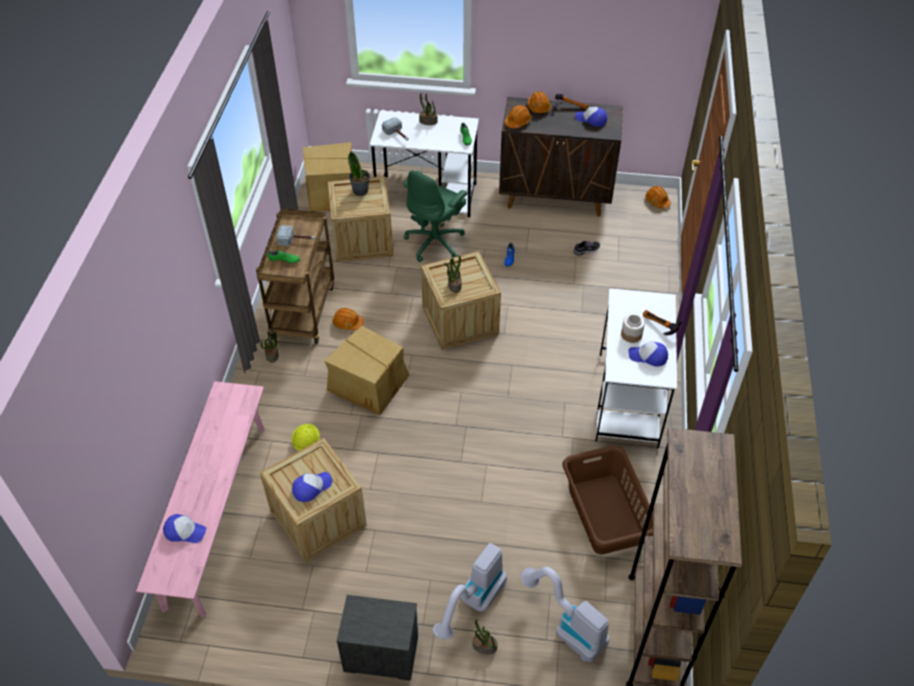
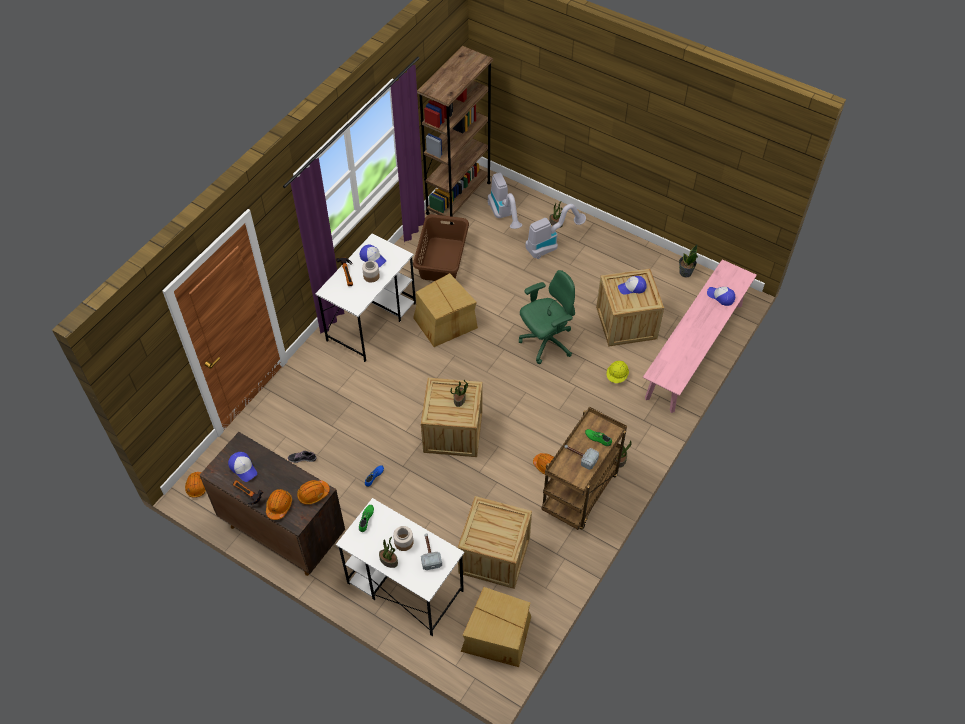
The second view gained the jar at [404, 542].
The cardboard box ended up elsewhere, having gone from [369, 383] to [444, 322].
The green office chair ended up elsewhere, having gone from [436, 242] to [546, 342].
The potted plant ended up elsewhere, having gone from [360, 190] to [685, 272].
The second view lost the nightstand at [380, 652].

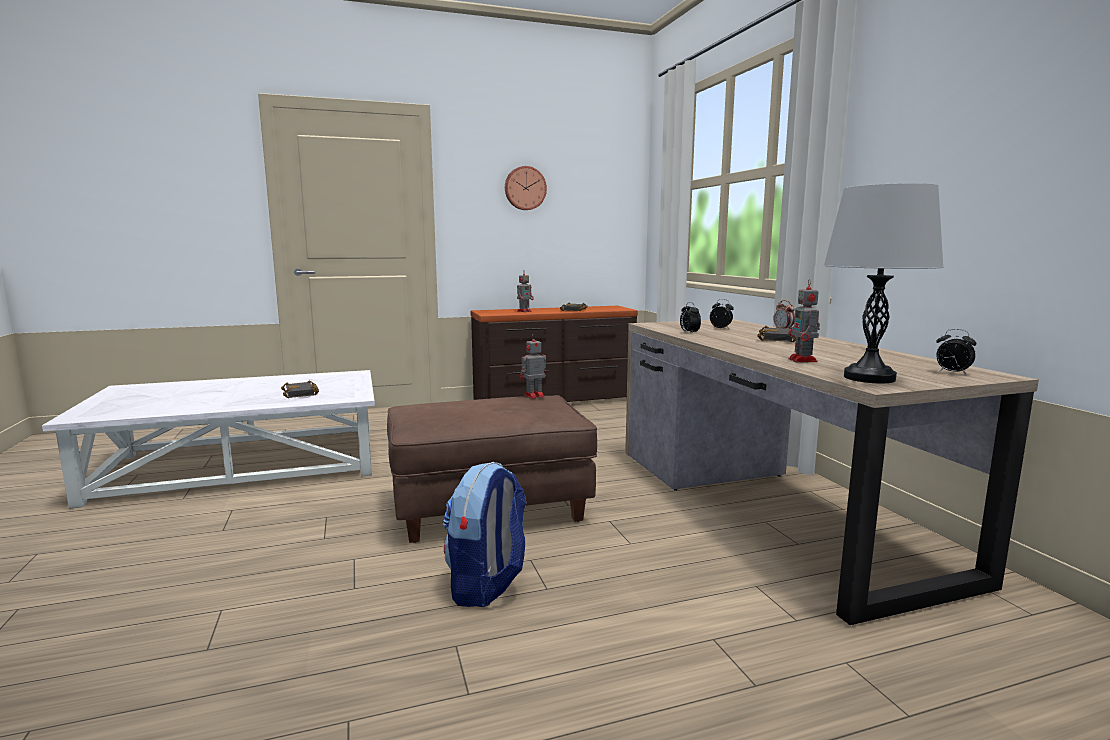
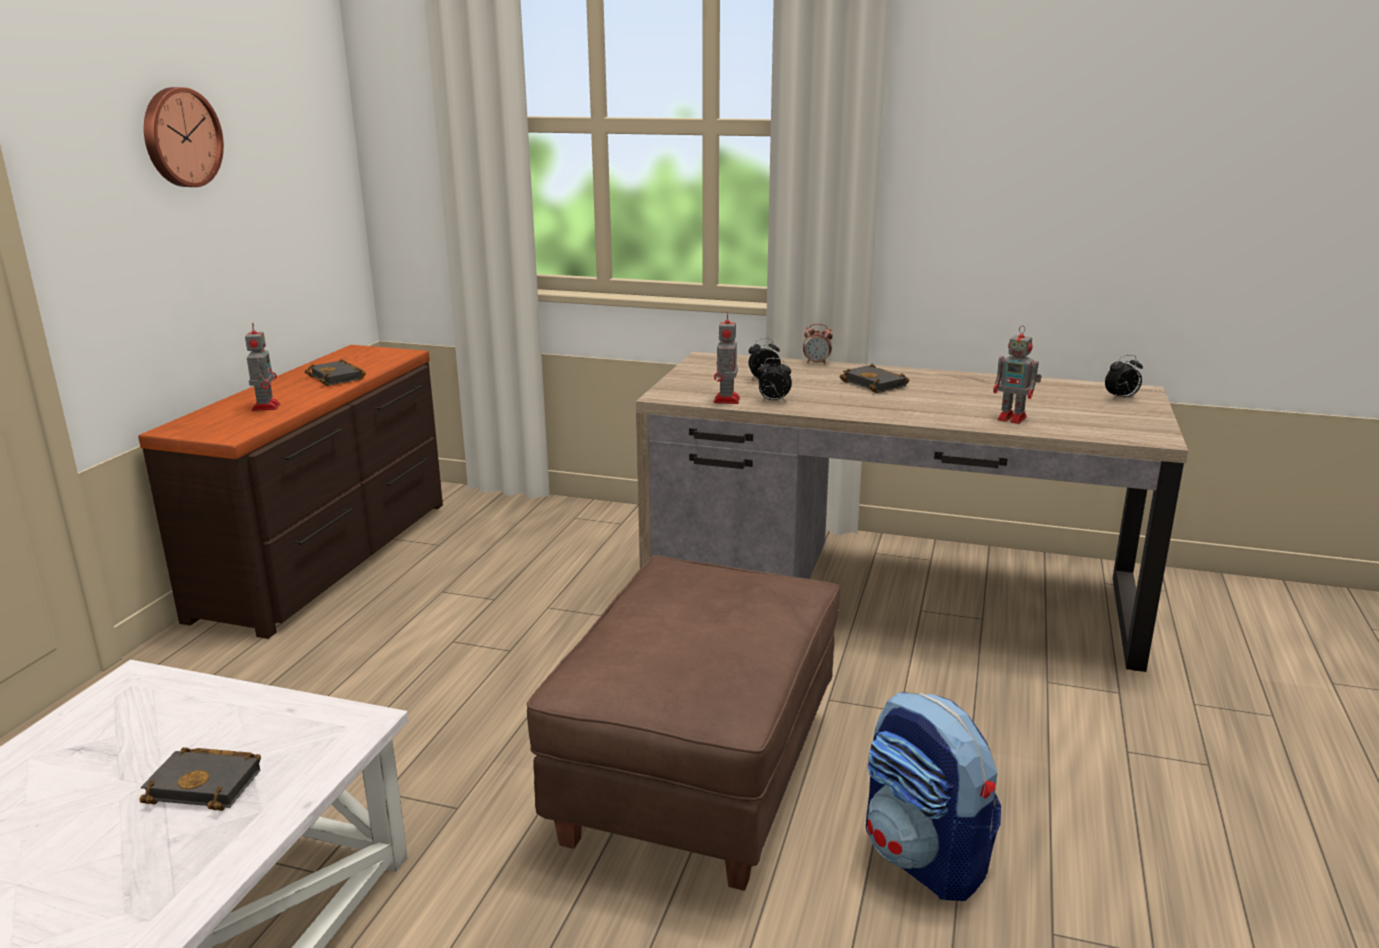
The toy robot ended up elsewhere, having gone from [533, 396] to [726, 400].
The second view lost the grey table lamp at [869, 378].

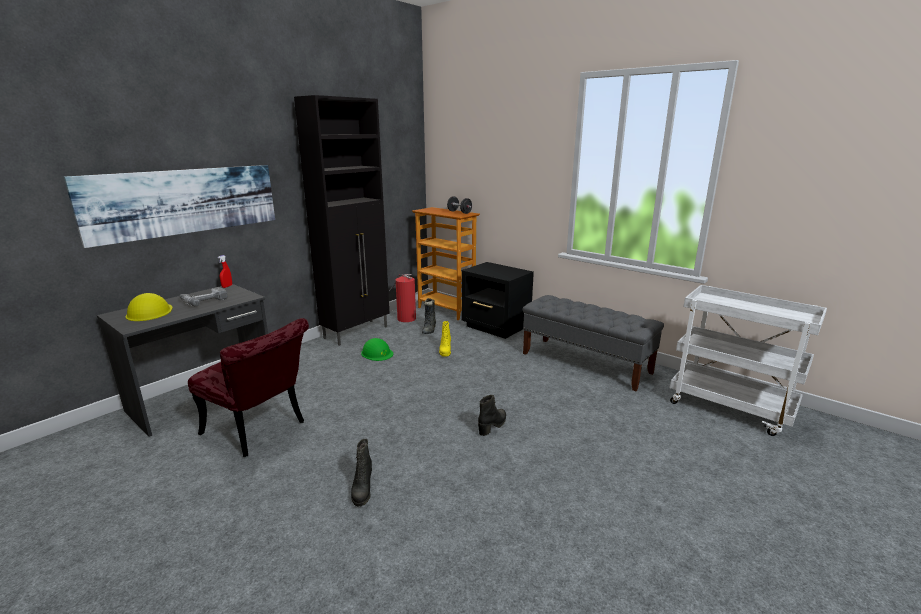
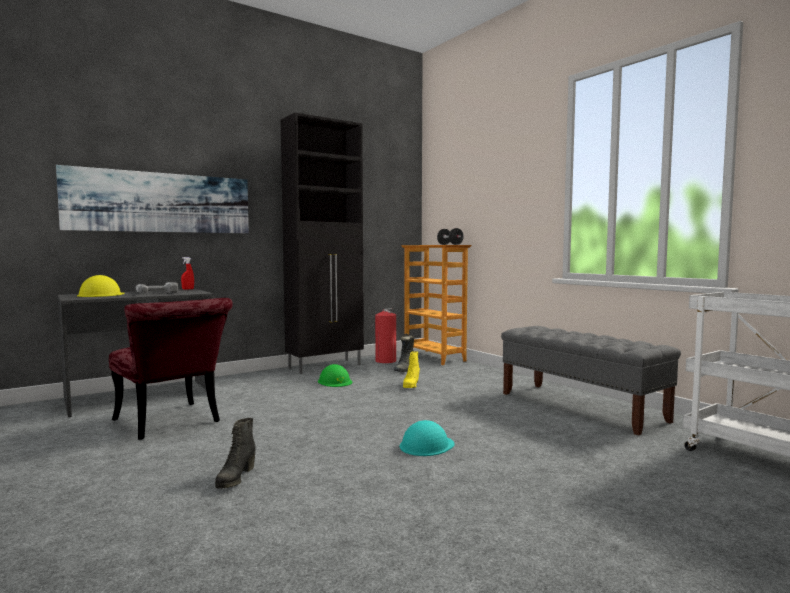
Where the black boot stood at [493, 425], the turquoise hard hat came to stand at [426, 445].
The second view lost the black nightstand at [496, 327].

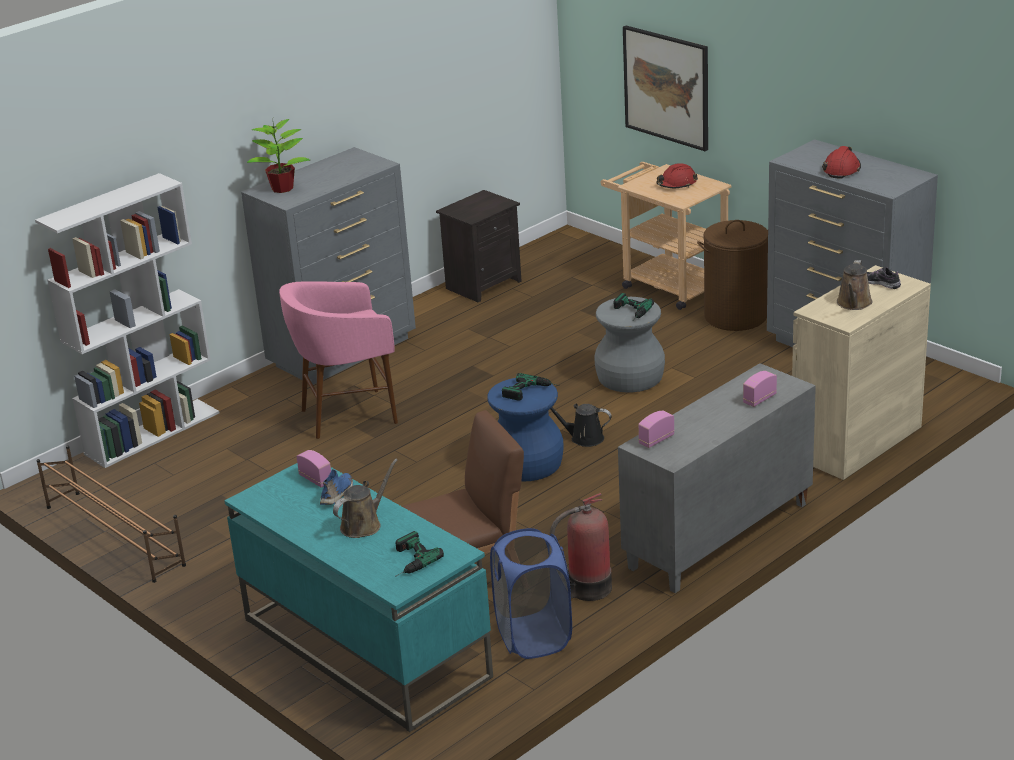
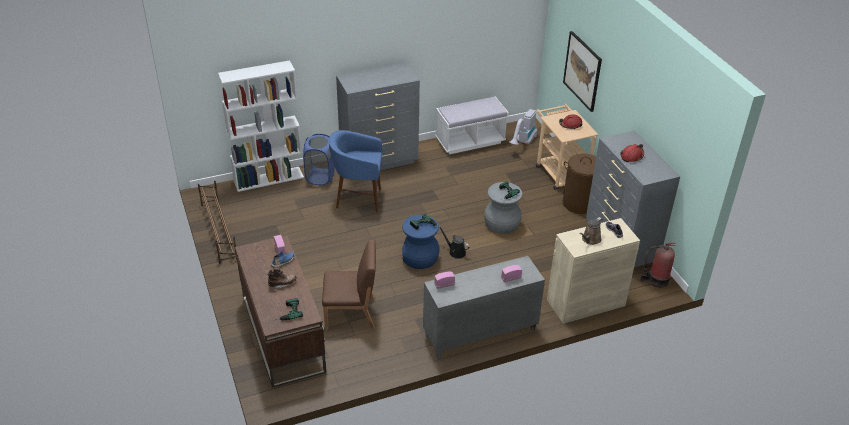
What was the turquoise desk at [365, 648] turned into the brown desk at [283, 334].
Where the brown watering can stood at [363, 524], the brown boot came to stand at [282, 284].
The blue laundry basket ended up elsewhere, having gone from [533, 636] to [320, 177].
What was the pink stool at [348, 415] turned into the blue stool at [358, 199].
Where the black nightstand stood at [483, 284], the white bench came to stand at [470, 141].
The second view gained the vacuum cleaner at [523, 142].
The fire extinguisher ended up elsewhere, having gone from [586, 589] to [656, 280].
The second view lost the potted plant at [283, 188].

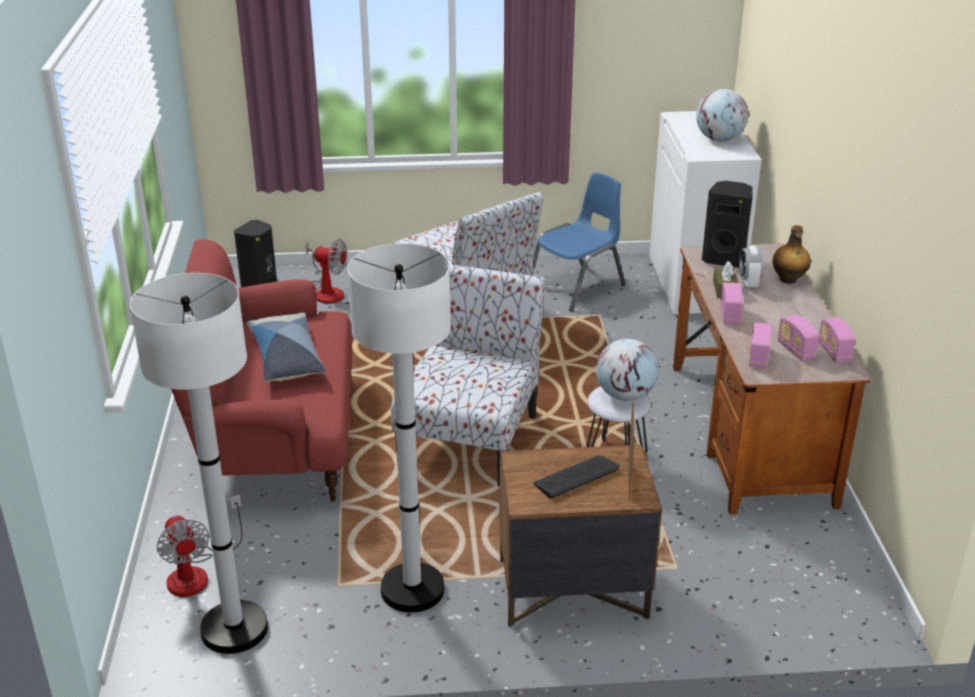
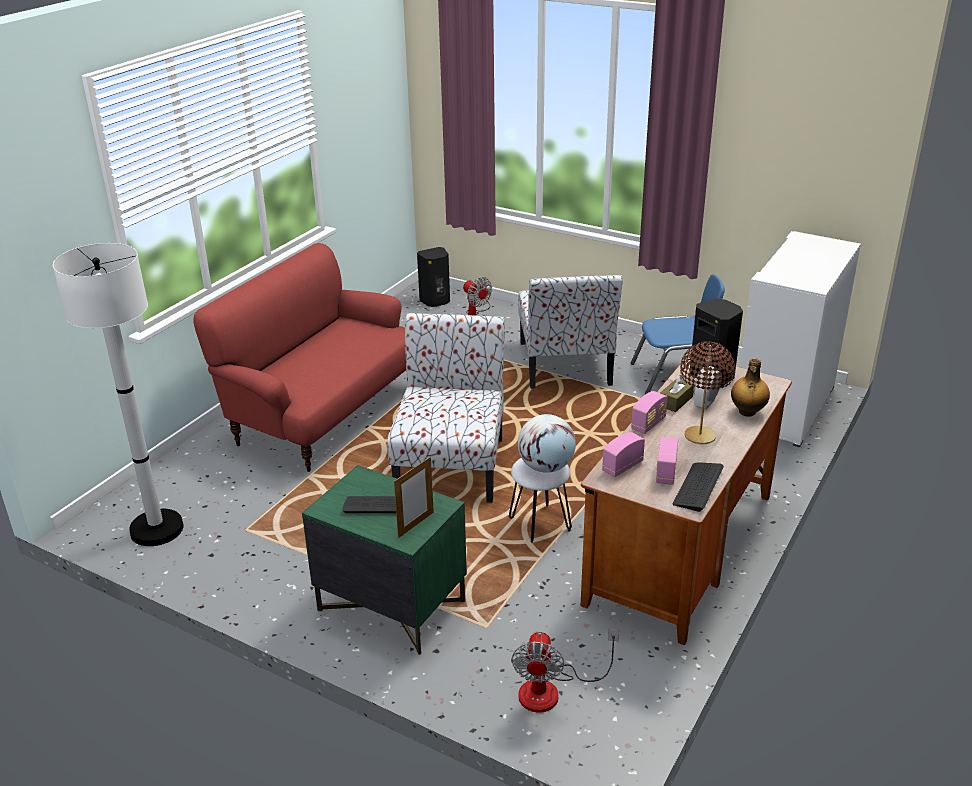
What was the brown nightstand at [571, 590] turned into the green nightstand at [390, 606].
The chair at [471, 438] ended up facing another way, 45 degrees counterclockwise from before.
The fan ended up elsewhere, having gone from [197, 572] to [551, 690].
Where the radio stood at [833, 352], the keyboard came to stand at [698, 487].
The second view gained the brown table lamp at [700, 436].
The second view lost the pillow at [286, 358].
The second view lost the white floor lamp at [412, 589].
The second view lost the globe at [719, 139].

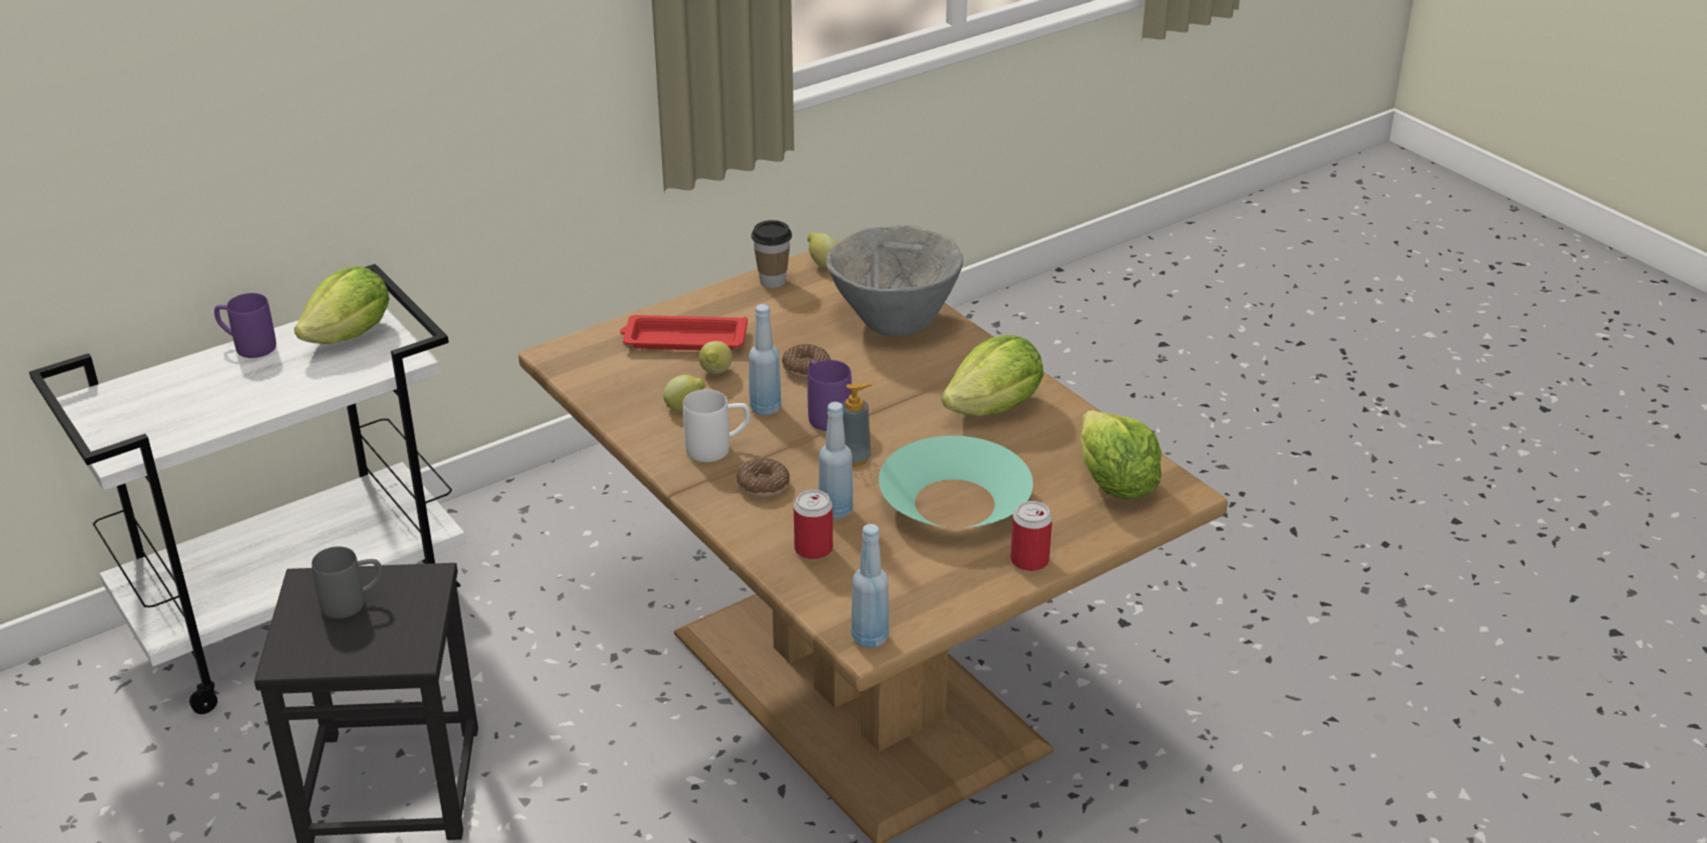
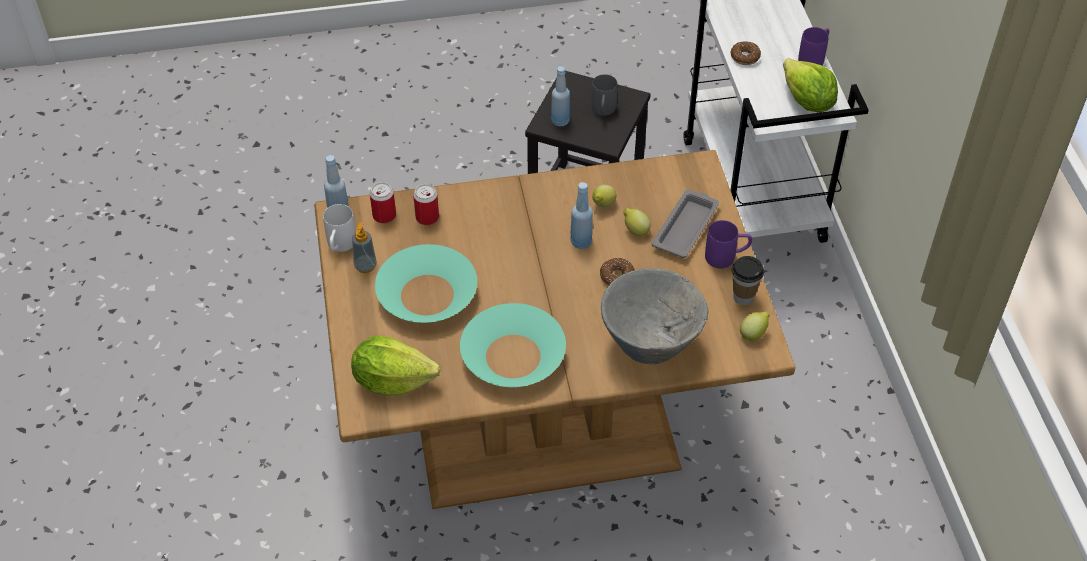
The white mug ended up elsewhere, having gone from [718, 448] to [340, 246].
The soap dispenser ended up elsewhere, having gone from [854, 458] to [365, 266].
The can ended up elsewhere, having gone from [1029, 561] to [384, 215].
Where the lettuce stood at [995, 408], the turquoise bowl came to stand at [512, 356].
The blue bottle ended up elsewhere, having gone from [836, 511] to [560, 121].
What was the red tray at [683, 340] turned into the grey tray at [686, 227].
The purple mug ended up elsewhere, having gone from [825, 414] to [726, 257].
The donut ended up elsewhere, having gone from [763, 485] to [745, 57].

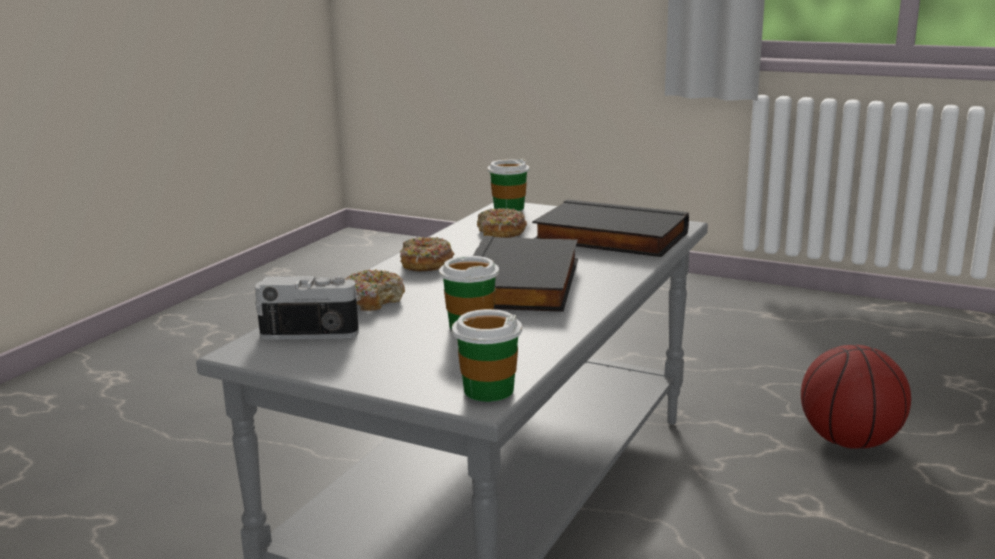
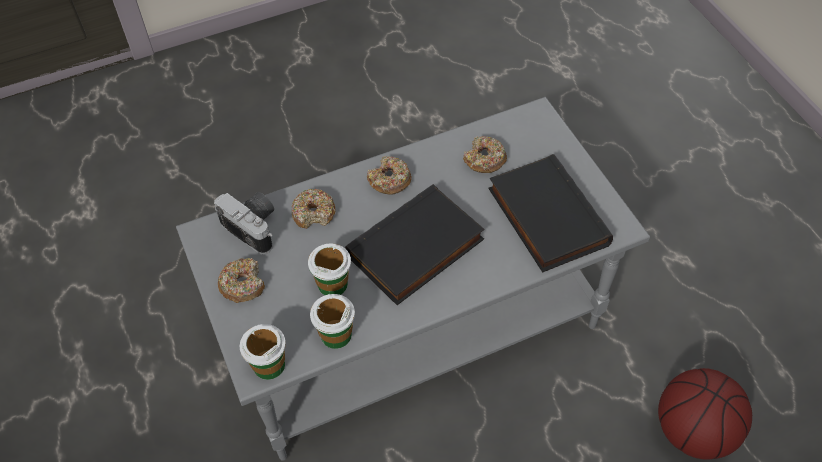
The second view gained the donut at [243, 284].
The cup ended up elsewhere, having gone from [508, 208] to [336, 334].

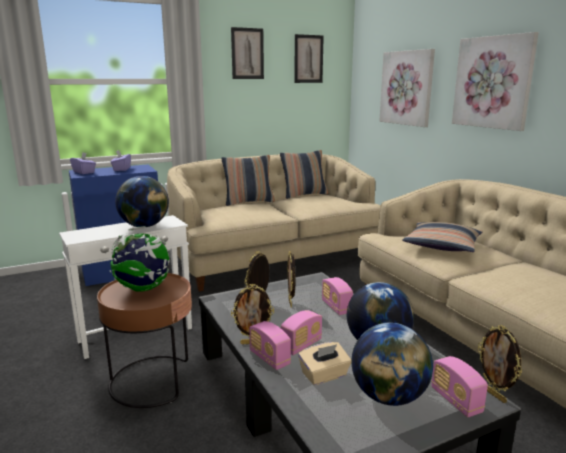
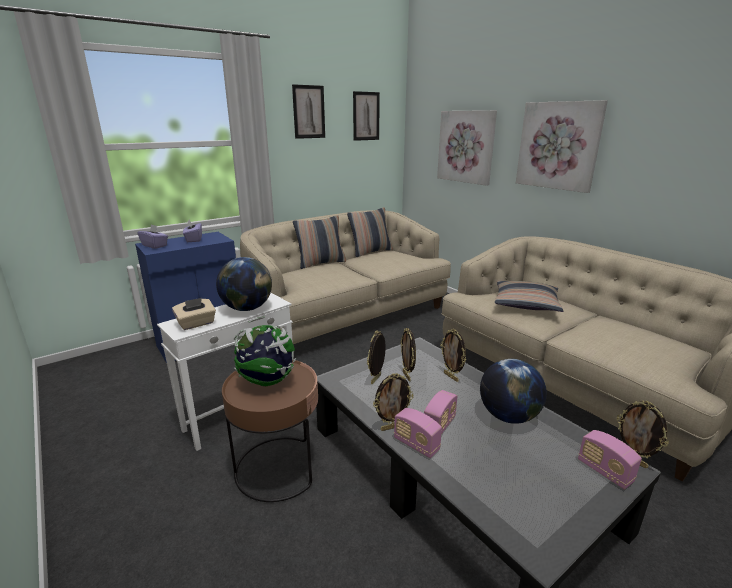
The beige tissue box ended up elsewhere, having gone from [324, 375] to [196, 324].
Where the radio stood at [336, 307], the picture frame came to stand at [451, 377].
The second view lost the globe at [388, 397].

